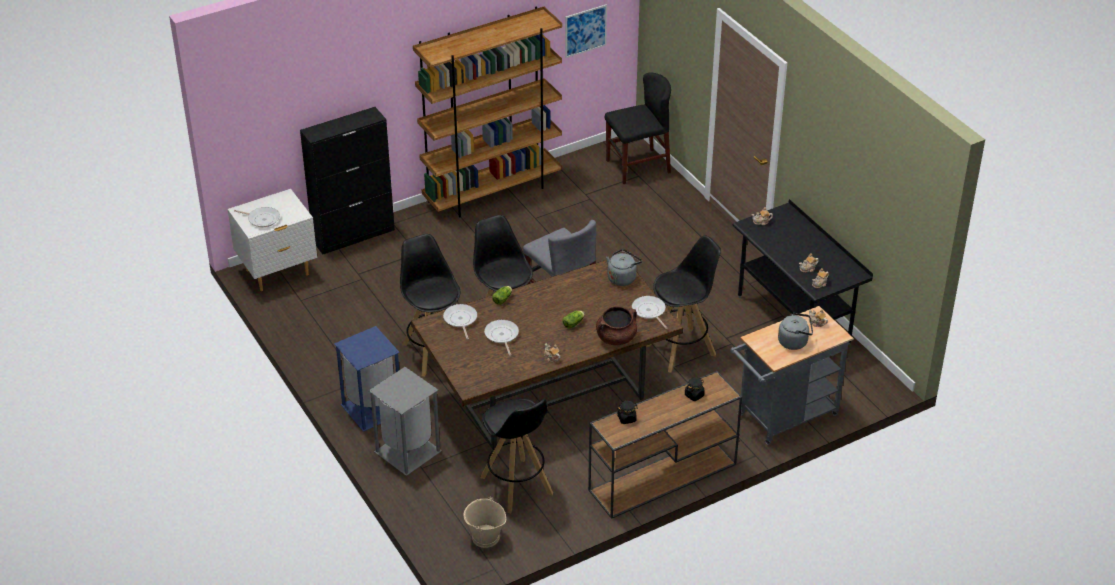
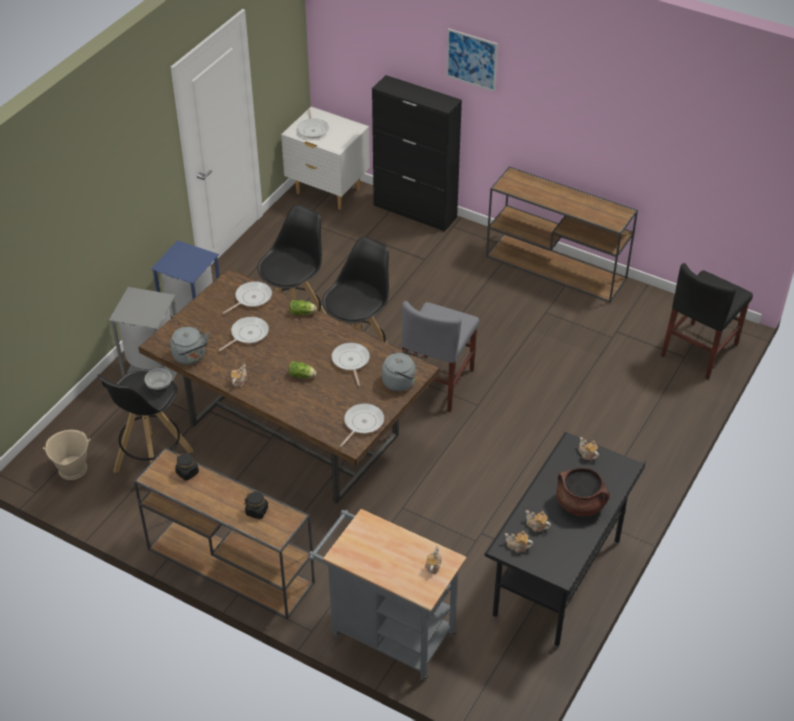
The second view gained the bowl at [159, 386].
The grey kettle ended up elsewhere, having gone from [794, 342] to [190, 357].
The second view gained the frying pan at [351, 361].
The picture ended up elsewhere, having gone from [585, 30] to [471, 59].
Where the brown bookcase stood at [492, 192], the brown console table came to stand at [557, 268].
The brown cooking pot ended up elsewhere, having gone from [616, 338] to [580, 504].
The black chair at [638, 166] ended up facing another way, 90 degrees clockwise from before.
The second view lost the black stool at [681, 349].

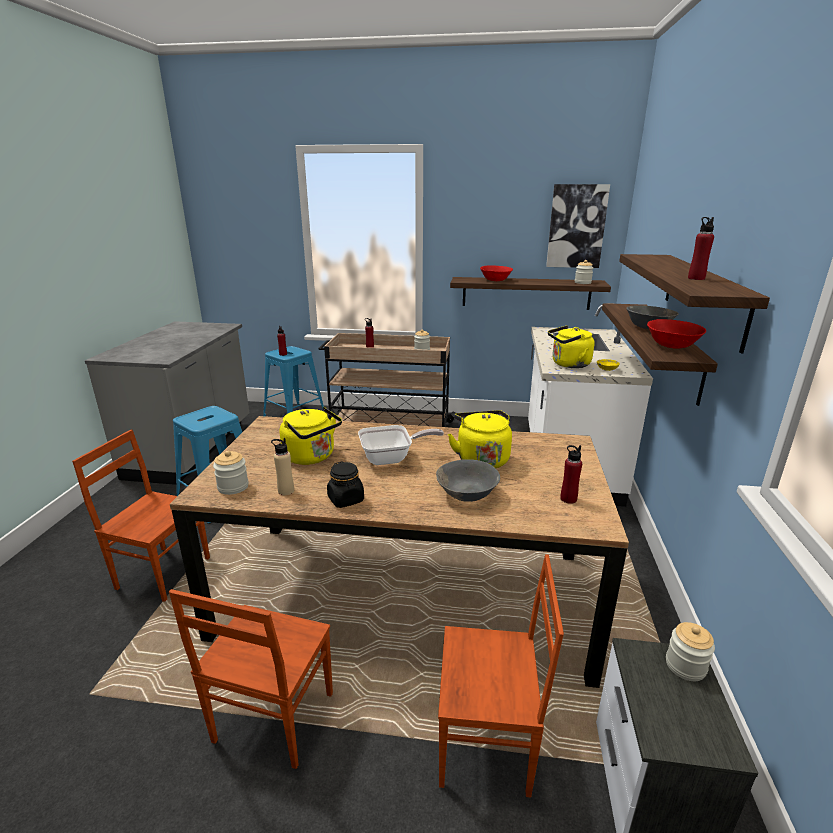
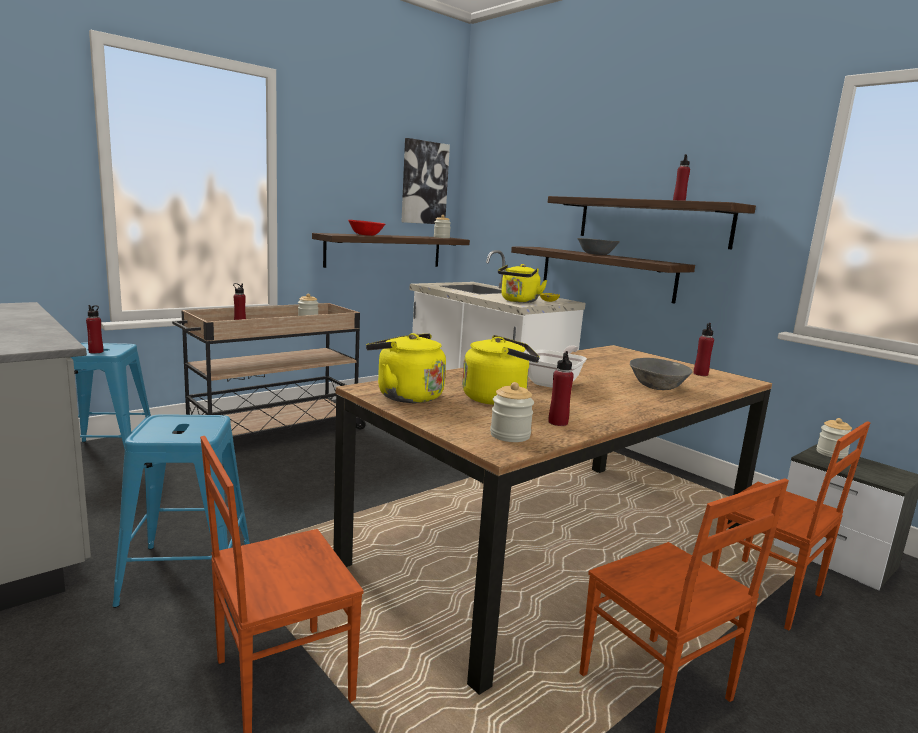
The yellow kettle ended up elsewhere, having gone from [481, 459] to [405, 396].
What was the beige bottle at [286, 491] turned into the red bottle at [558, 422].
The brown chair at [486, 744] ended up facing another way, 90 degrees clockwise from before.
The second view lost the black jar at [346, 499].
The second view lost the red bowl at [671, 345].

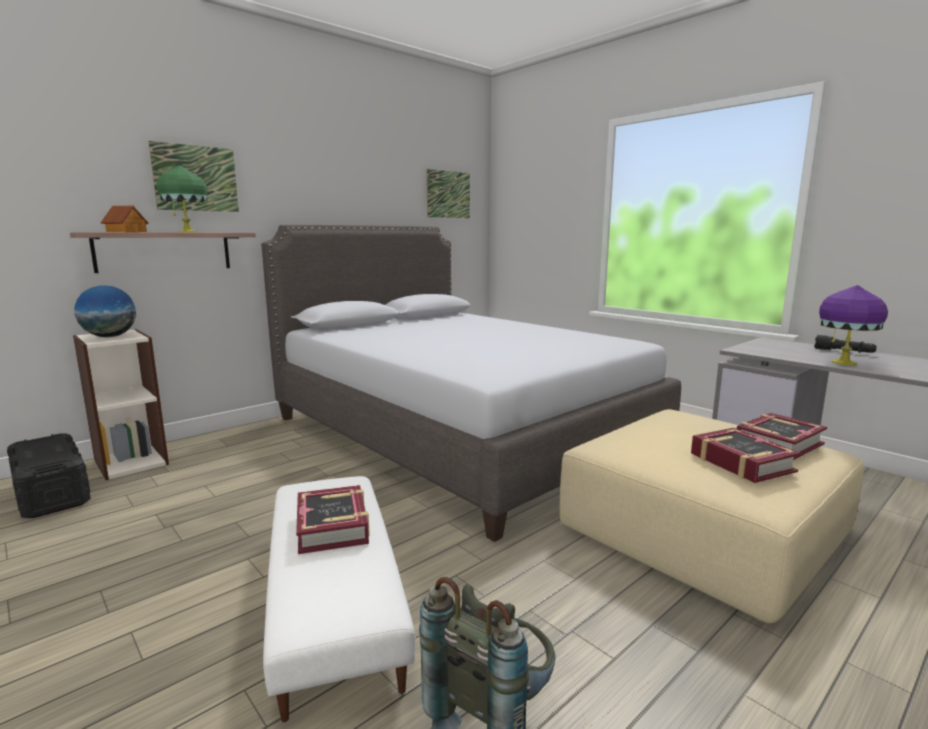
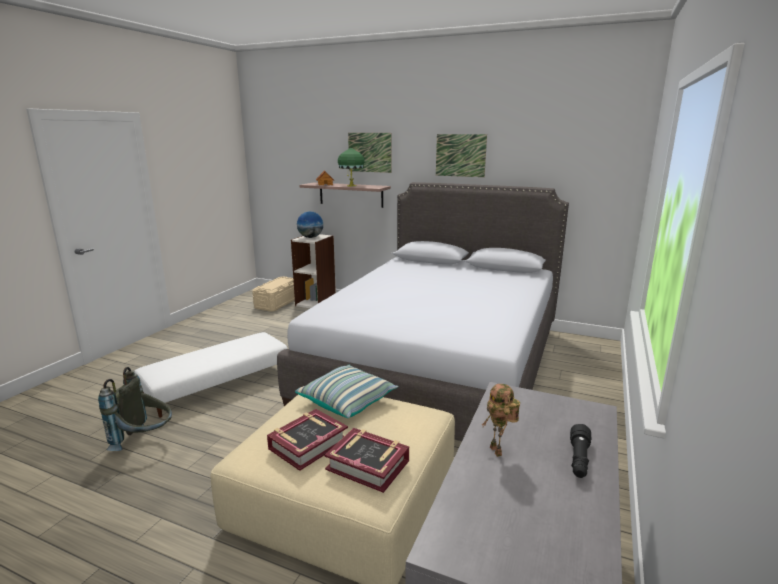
What was the black storage box at [51, 493] turned into the beige storage box at [277, 303].
The second view gained the pillow at [347, 401].
The picture ended up elsewhere, having gone from [448, 194] to [460, 155].
Where the purple table lamp stood at [843, 362], the toy robot came to stand at [498, 451].
The second view lost the book at [333, 527].

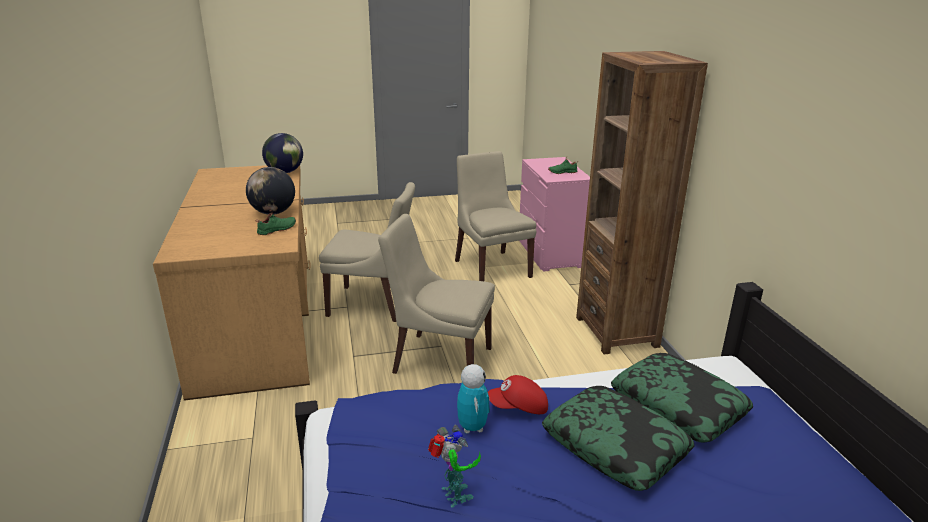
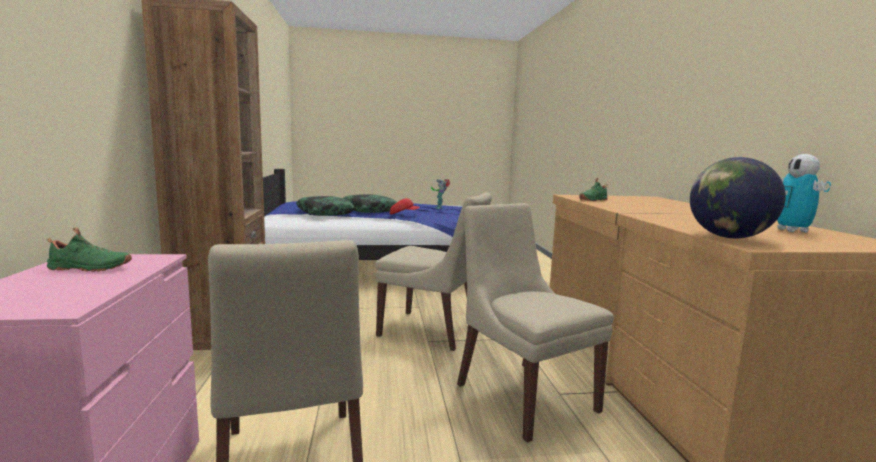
The beige chair at [373, 304] ended up facing another way, 45 degrees clockwise from before.
The toy robot ended up elsewhere, having gone from [472, 427] to [792, 230].
The second view lost the globe at [273, 213].

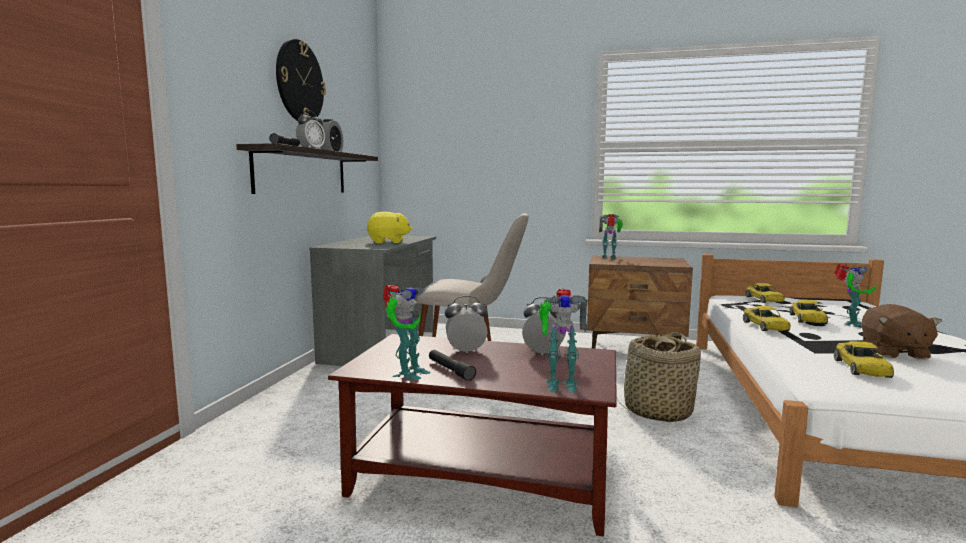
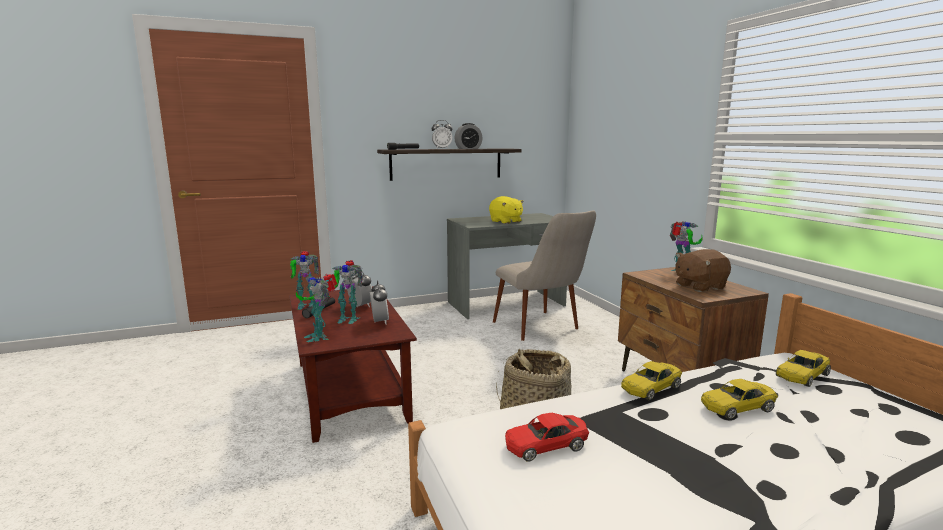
The toy robot ended up elsewhere, having gone from [851, 324] to [347, 319].
What was the yellow toy car at [861, 368] turned into the red toy car at [546, 445].
The brown plush toy ended up elsewhere, having gone from [893, 352] to [699, 286].
The second view lost the wall clock at [299, 82].

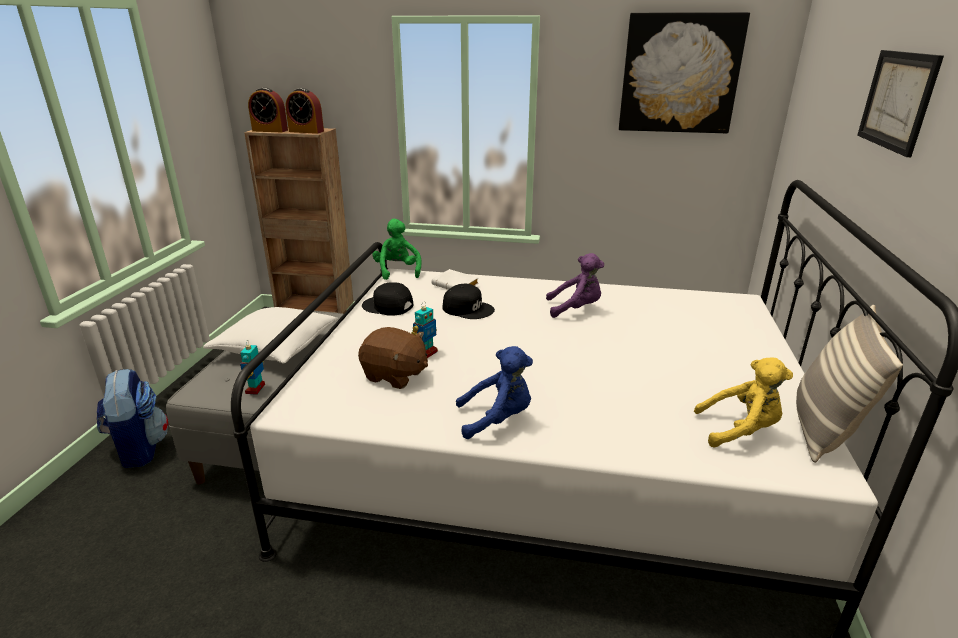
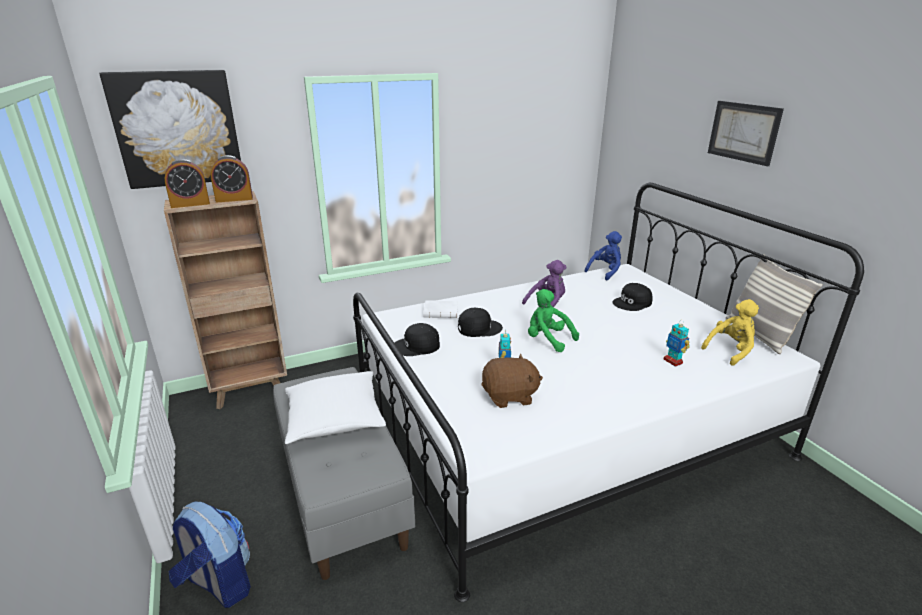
The picture ended up elsewhere, having gone from [679, 74] to [177, 129].
The green plush toy ended up elsewhere, having gone from [397, 271] to [548, 340].
The blue plush toy ended up elsewhere, having gone from [497, 419] to [605, 271].
The second view gained the black cap at [632, 303].
The toy robot ended up elsewhere, having gone from [256, 389] to [673, 361].

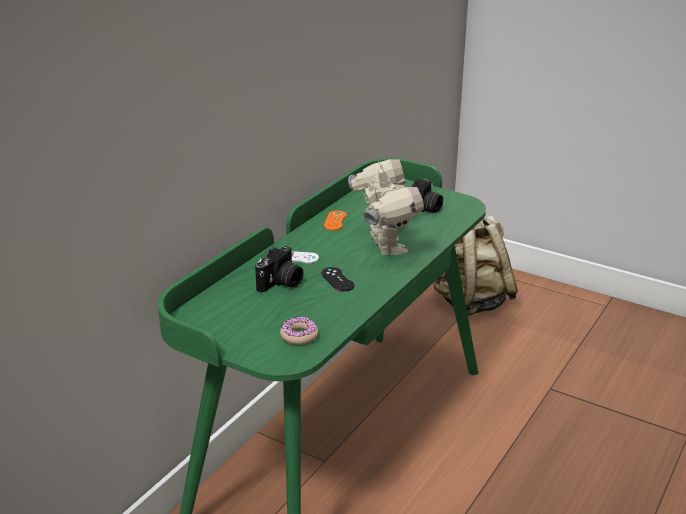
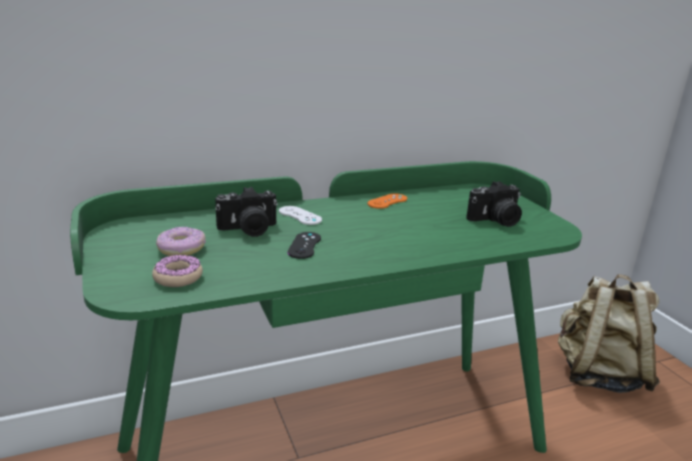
The second view gained the donut at [181, 249].
The second view lost the toy robot at [384, 246].

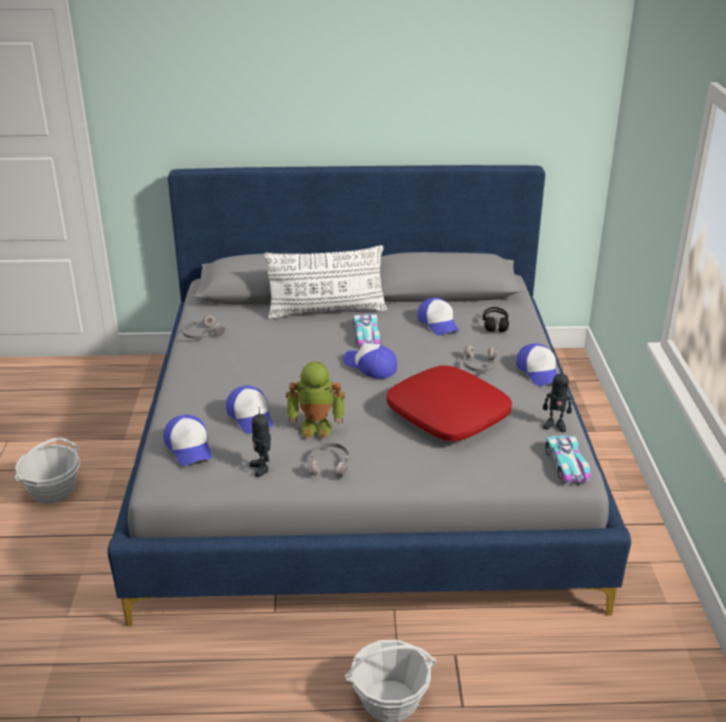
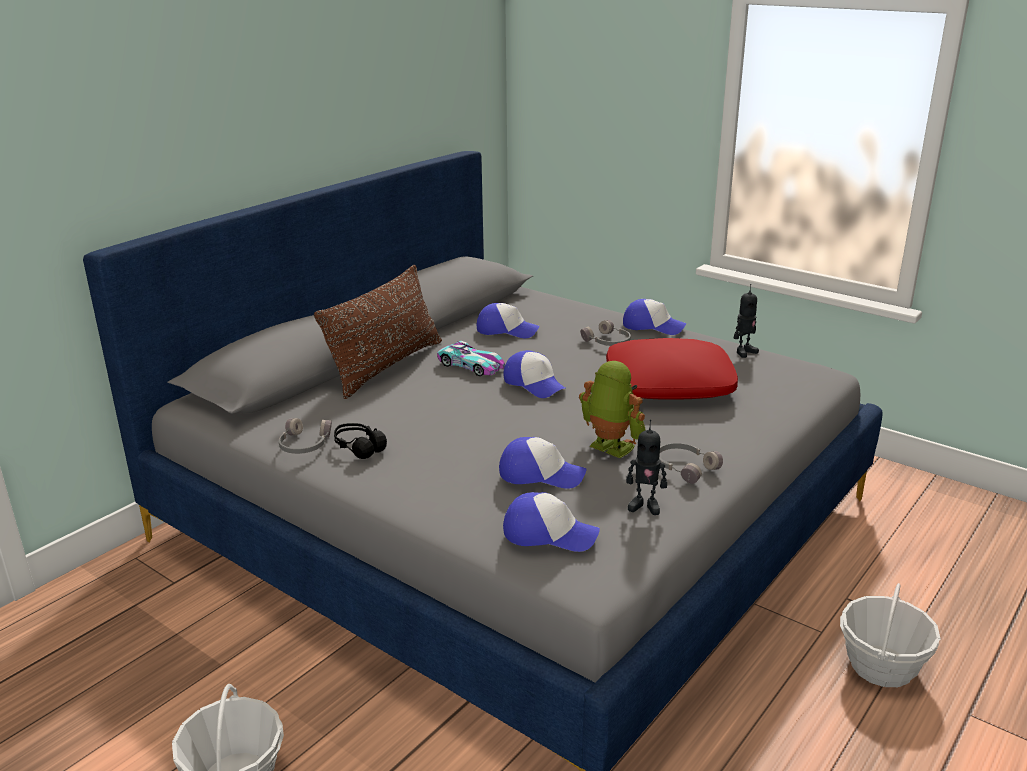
What was the white pillow at [326, 311] turned into the brown pillow at [386, 366].
The black headphones ended up elsewhere, having gone from [495, 325] to [359, 448].
The cap at [370, 366] ended up facing another way, 120 degrees counterclockwise from before.
The toy robot at [316, 427] ended up facing another way, 90 degrees counterclockwise from before.
The second view lost the toy car at [567, 464].

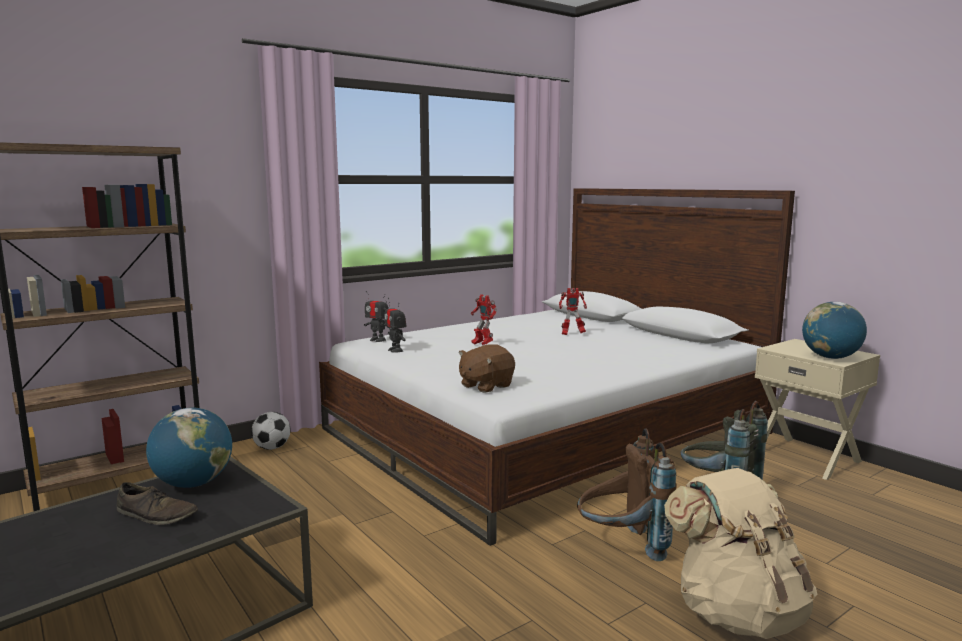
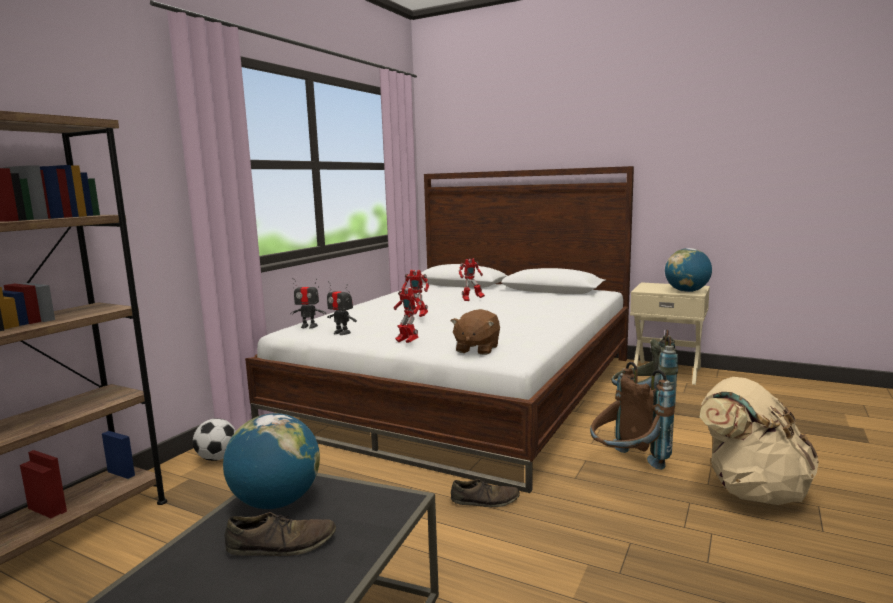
The second view gained the toy robot at [407, 342].
The second view gained the brown shoe at [485, 500].

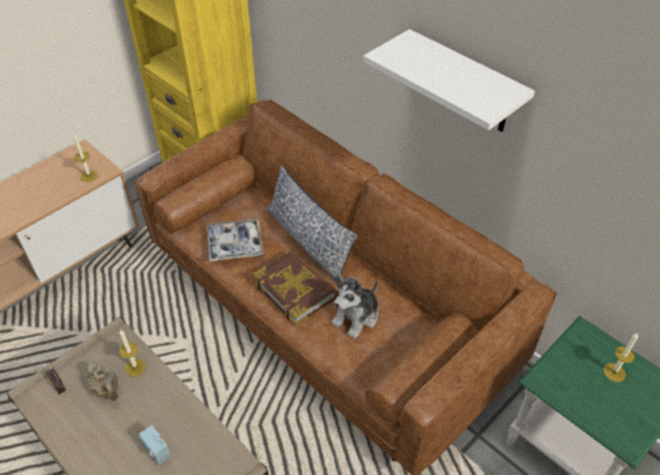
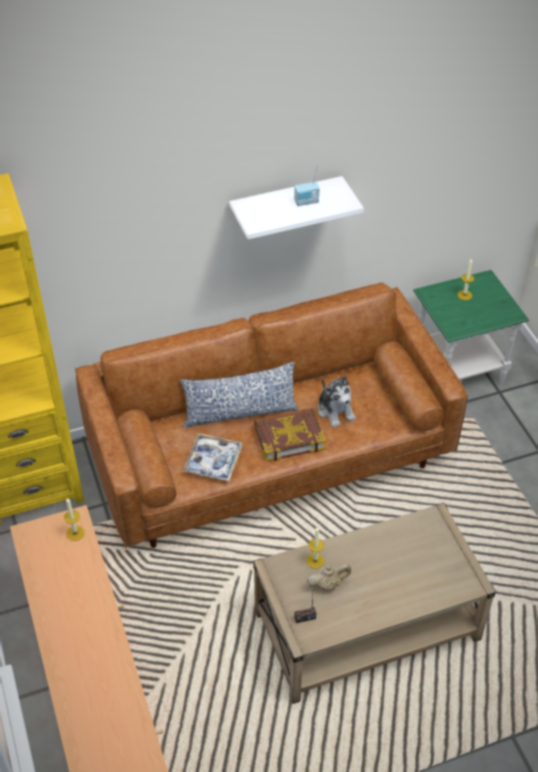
The radio ended up elsewhere, having gone from [156, 451] to [306, 202].

